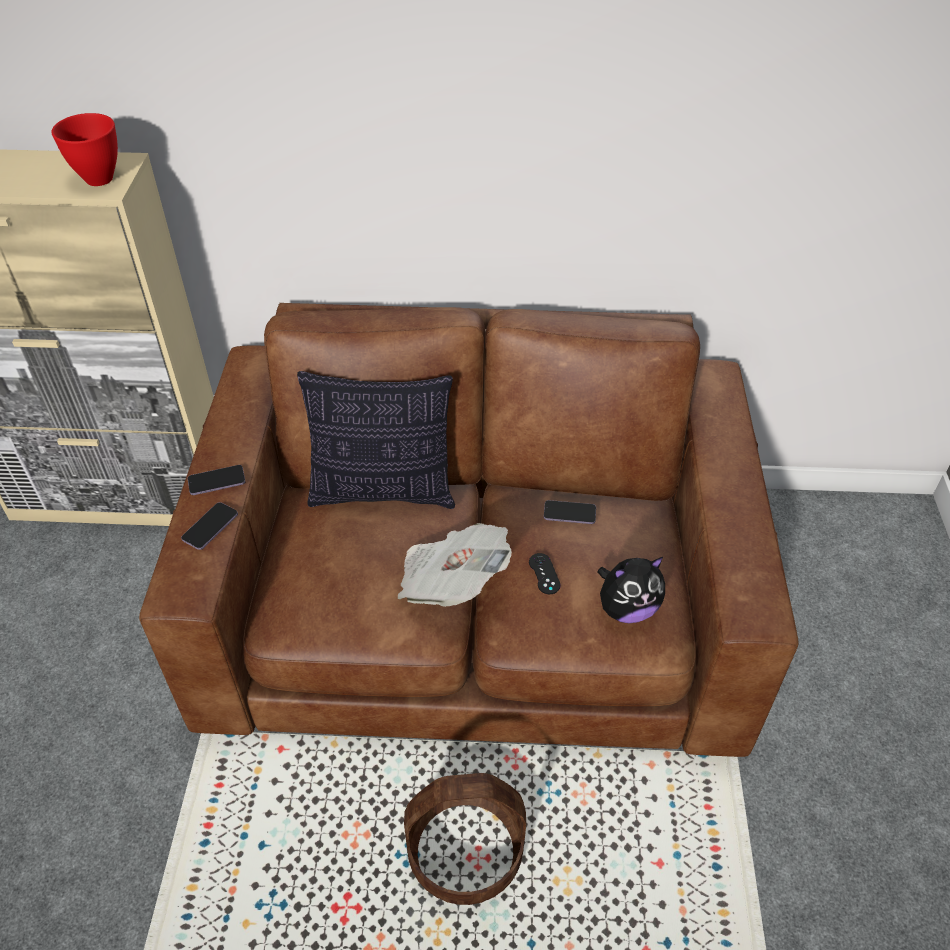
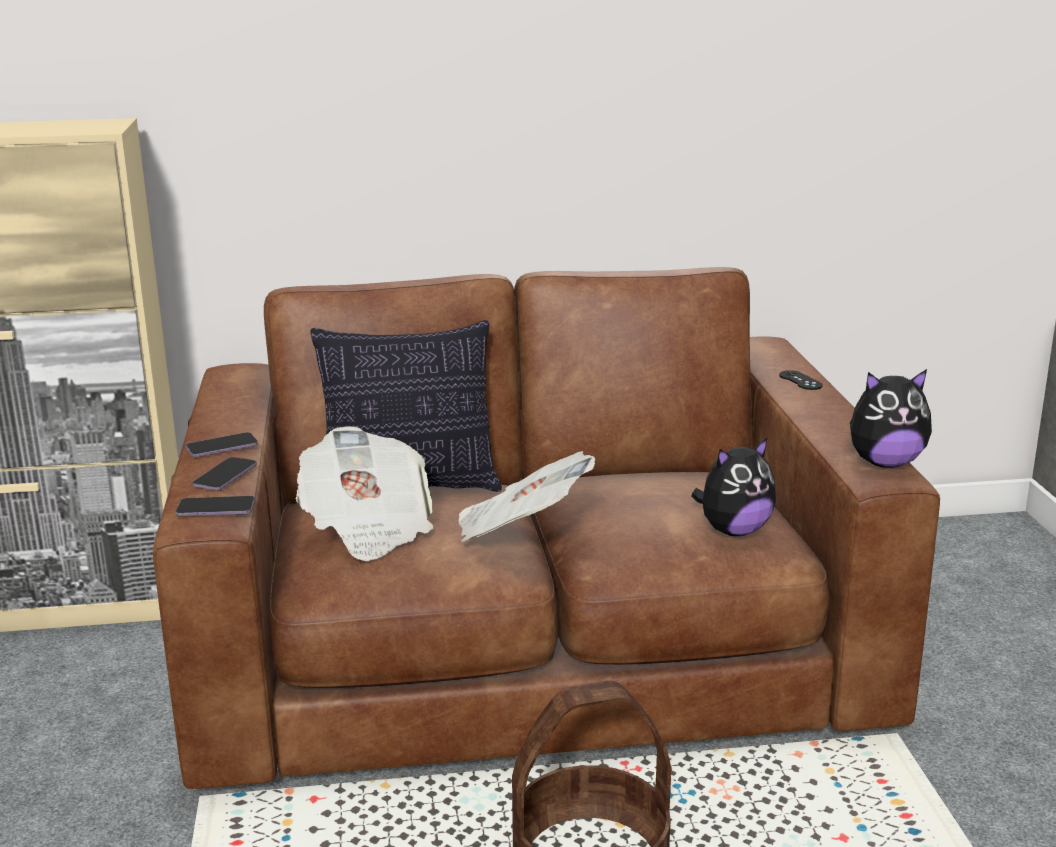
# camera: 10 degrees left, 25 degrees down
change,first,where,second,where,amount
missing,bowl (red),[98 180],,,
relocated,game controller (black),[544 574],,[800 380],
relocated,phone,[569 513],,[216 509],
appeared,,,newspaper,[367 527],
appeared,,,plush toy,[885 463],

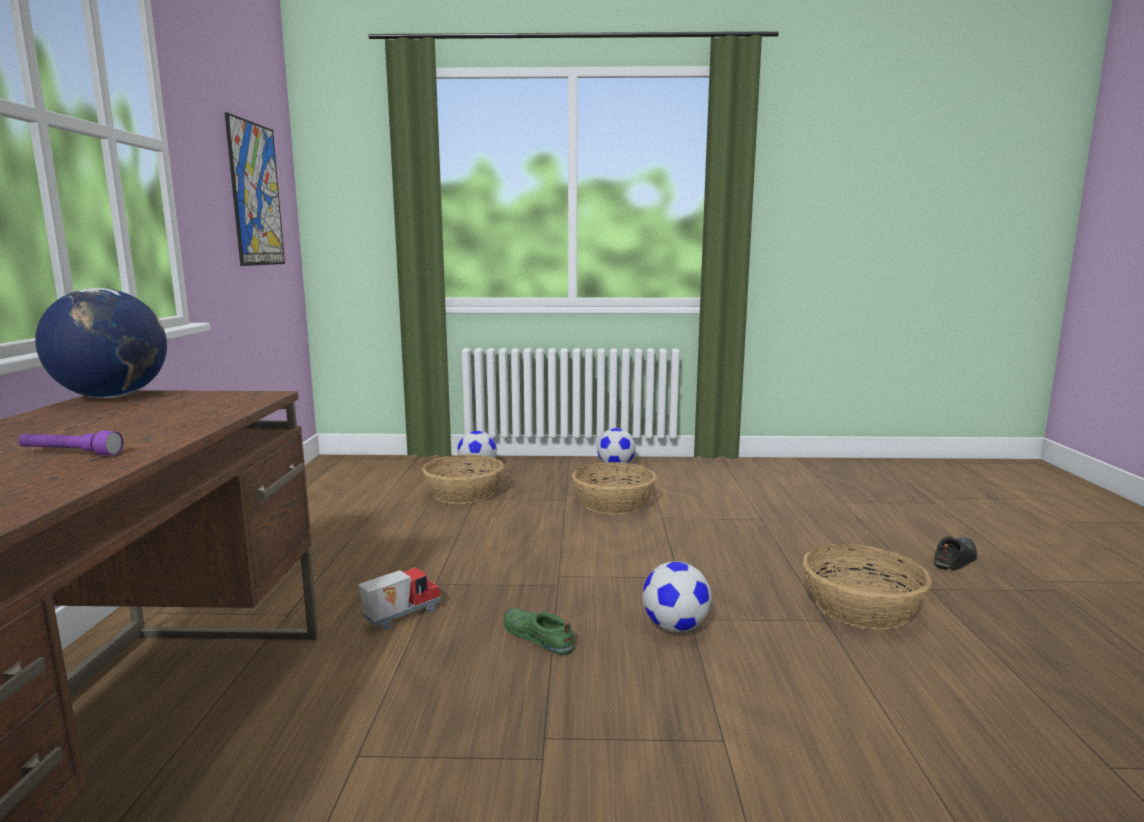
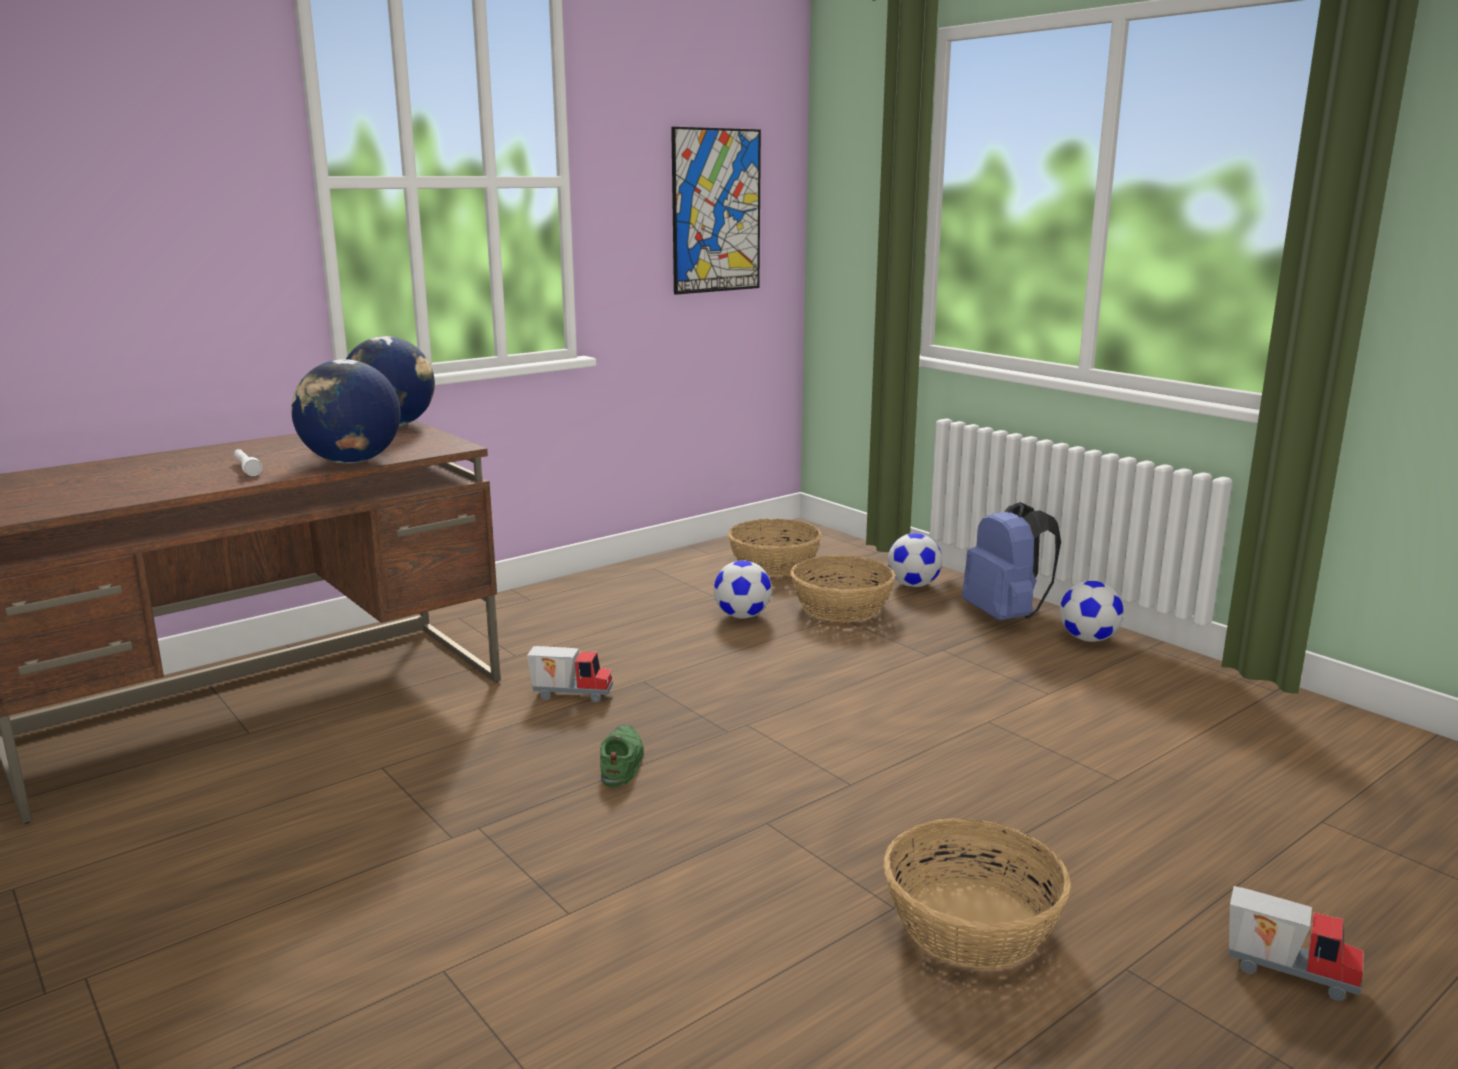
# camera: 50 degrees right, 5 degrees up
change,first,where,second,where,amount
colour,flashlight (purple),[70 453],flashlight (white),[246 468],
relocated,basket,[613 503],,[774 564],
relocated,football,[676 627],,[742 616],
exchanged,shoe (black),[955 558],toy truck,[1288 971],
appeared,,,globe,[351 462],
appeared,,,backpack (blue),[1005 616],

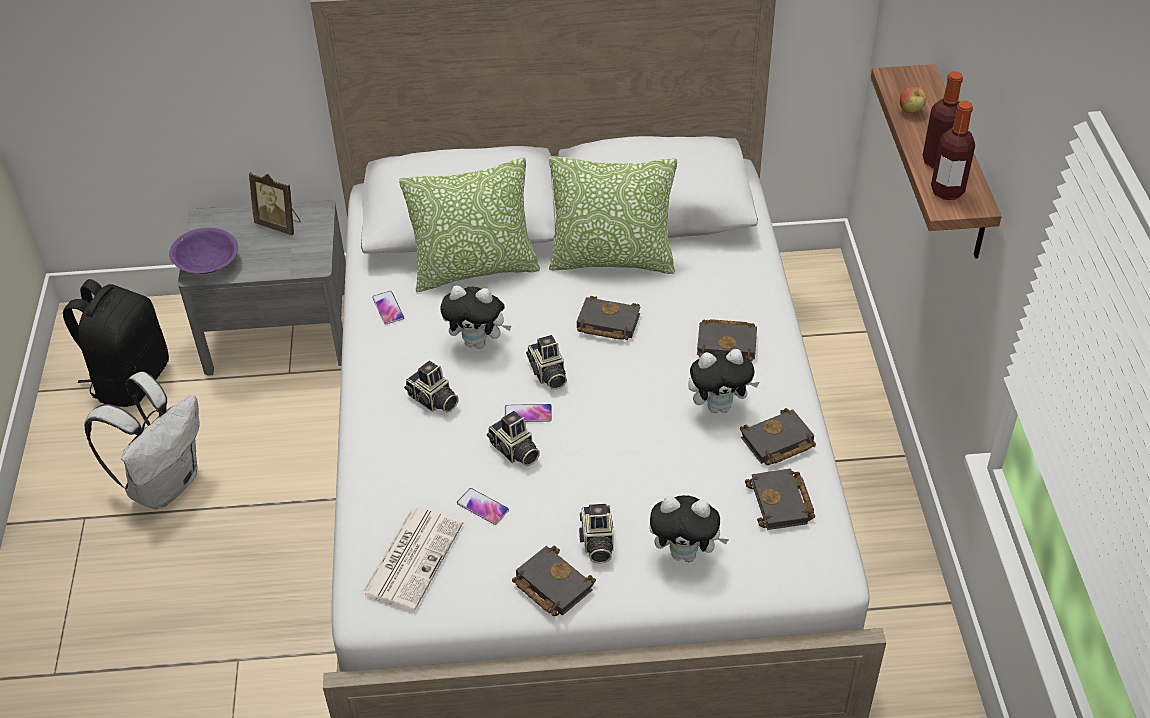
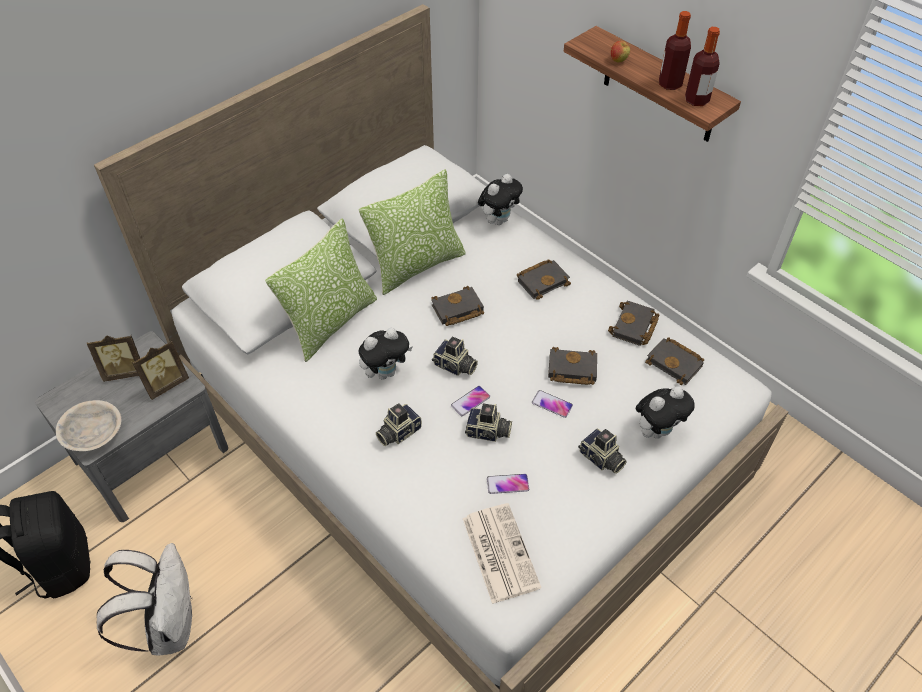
# camera: 40 degrees left, 5 degrees up
change,first,where,second,where,amount
colour,bowl (purple),[207 264],bowl (beige),[94 435],
relocated,phone,[388 308],,[552 404],
spun,photo camera,[433 400],,[397 432],135 degrees clockwise
relocated,book (black),[550 585],,[570 370],
relocated,plush toy,[719 406],,[499 220],
appeared,,,picture frame,[166 384],

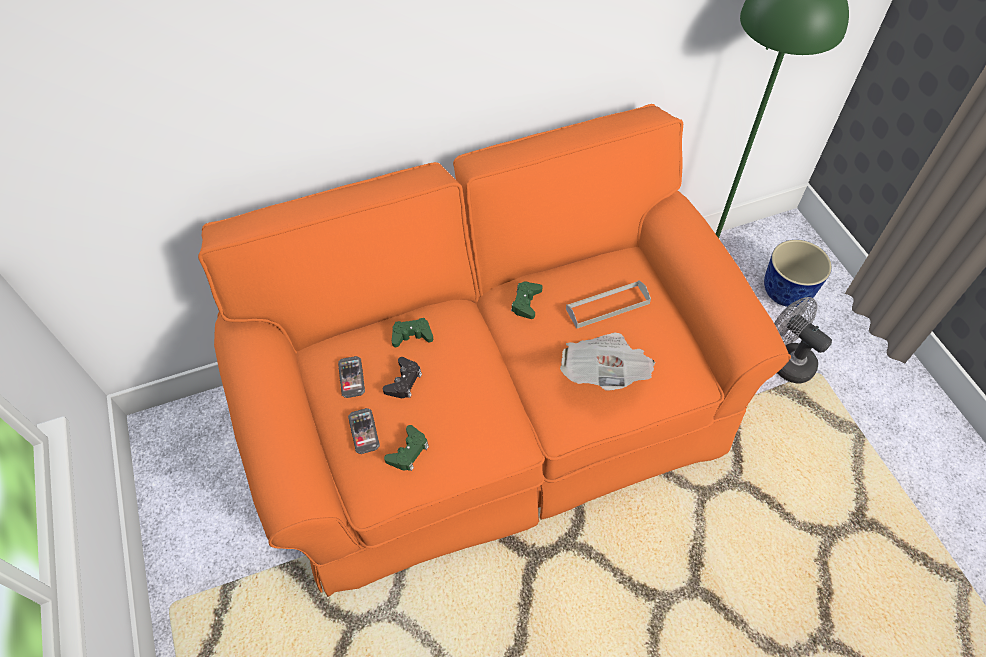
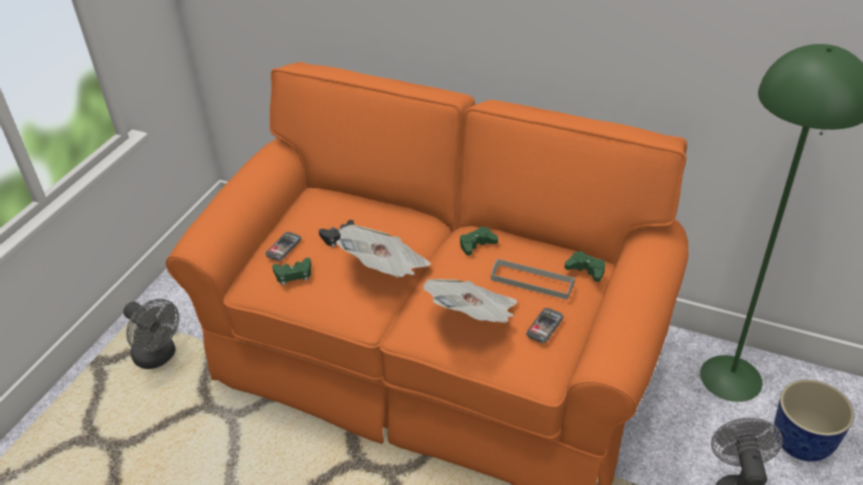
# camera: 45 degrees right, 15 degrees down
change,first,where,second,where,amount
relocated,phone,[351 377],,[544 326],
relocated,game controller (green),[412 335],,[586 270],
appeared,,,fan (grey),[159 357],
appeared,,,newspaper,[385 268],

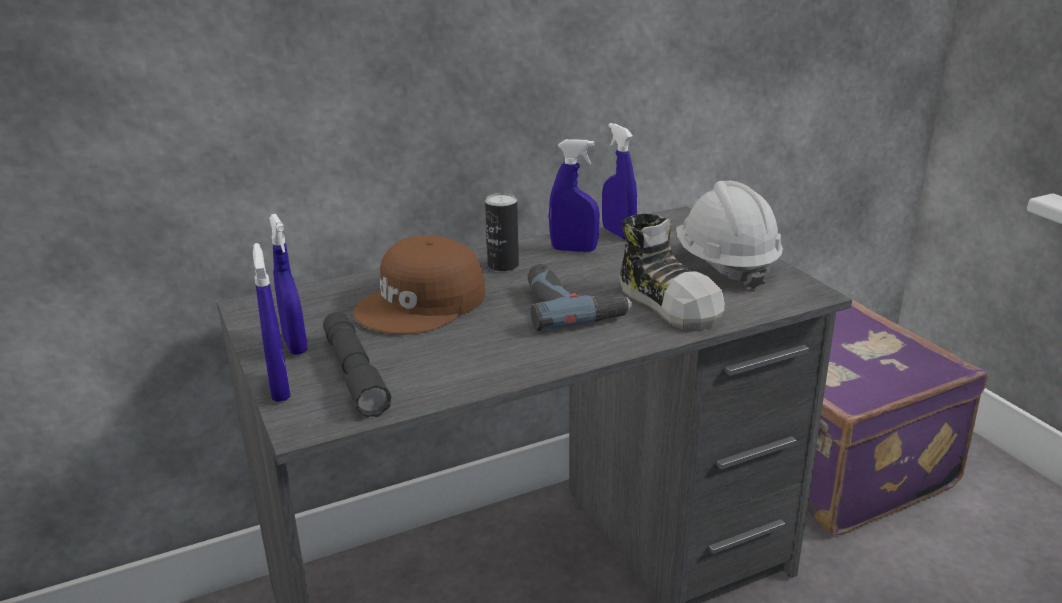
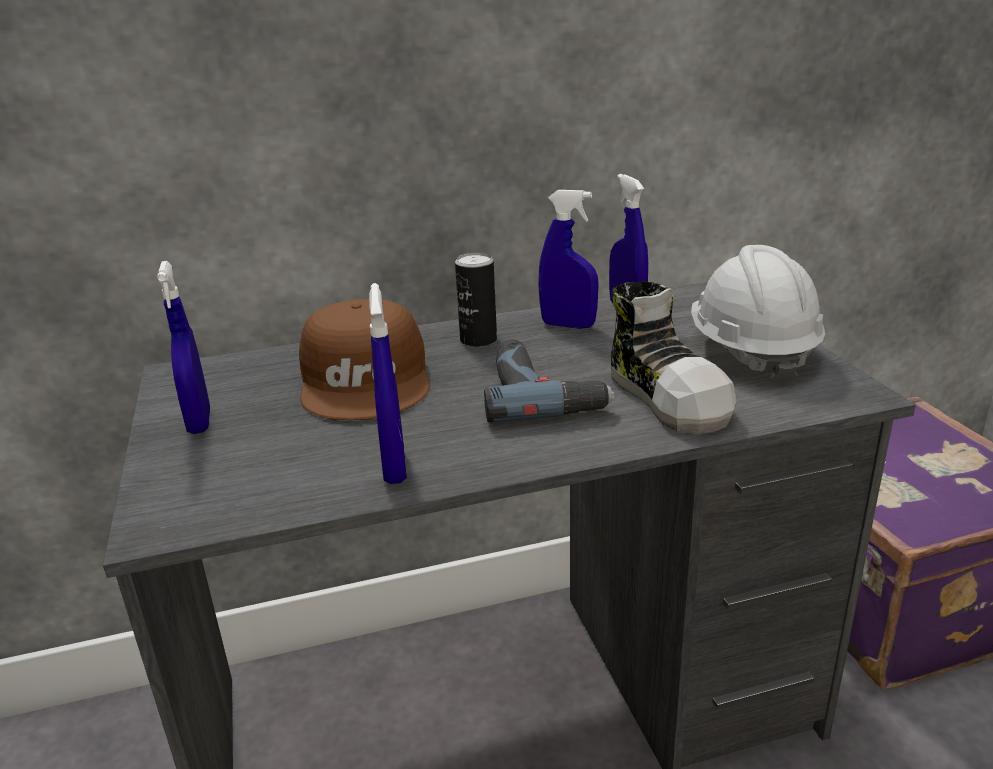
# camera: 10 degrees right, 0 degrees up
change,first,where,second,where,amount
relocated,spray bottle (blue),[280 388],,[394 467],
missing,flashlight (grey),[355 374],,,
spun,cap (brown),[423 303],,[367 380],60 degrees counterclockwise

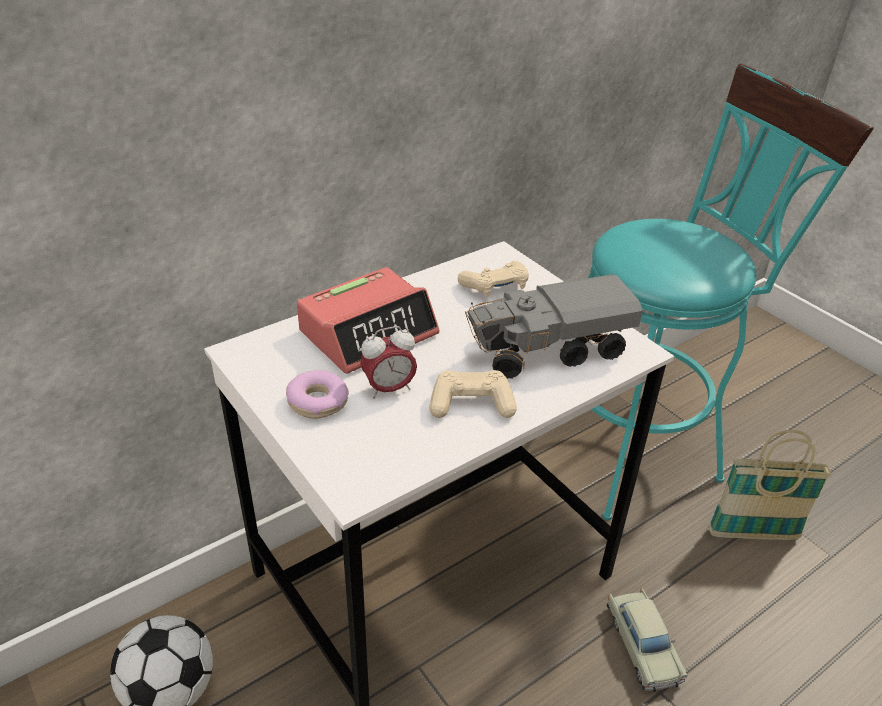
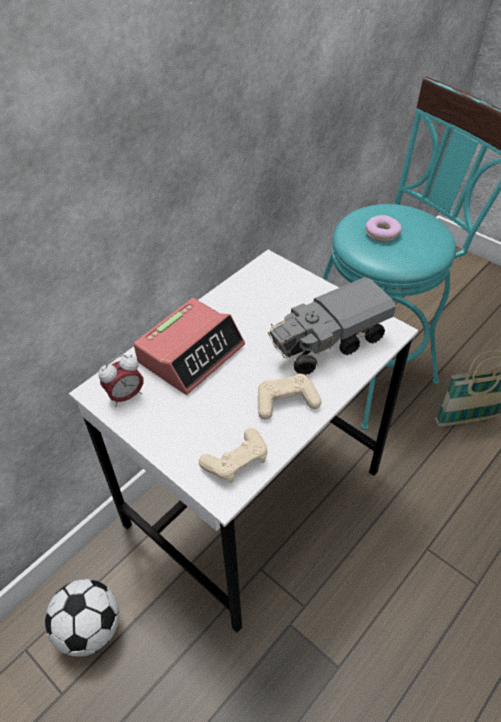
# camera: 10 degrees left, 10 degrees up
change,first,where,second,where,amount
relocated,donut,[318 402],,[382 233],
relocated,alarm clock,[389 389],,[126 396],
relocated,game controller (beige),[495 286],,[236 461],
missing,toy car (beige),[642 645],,,

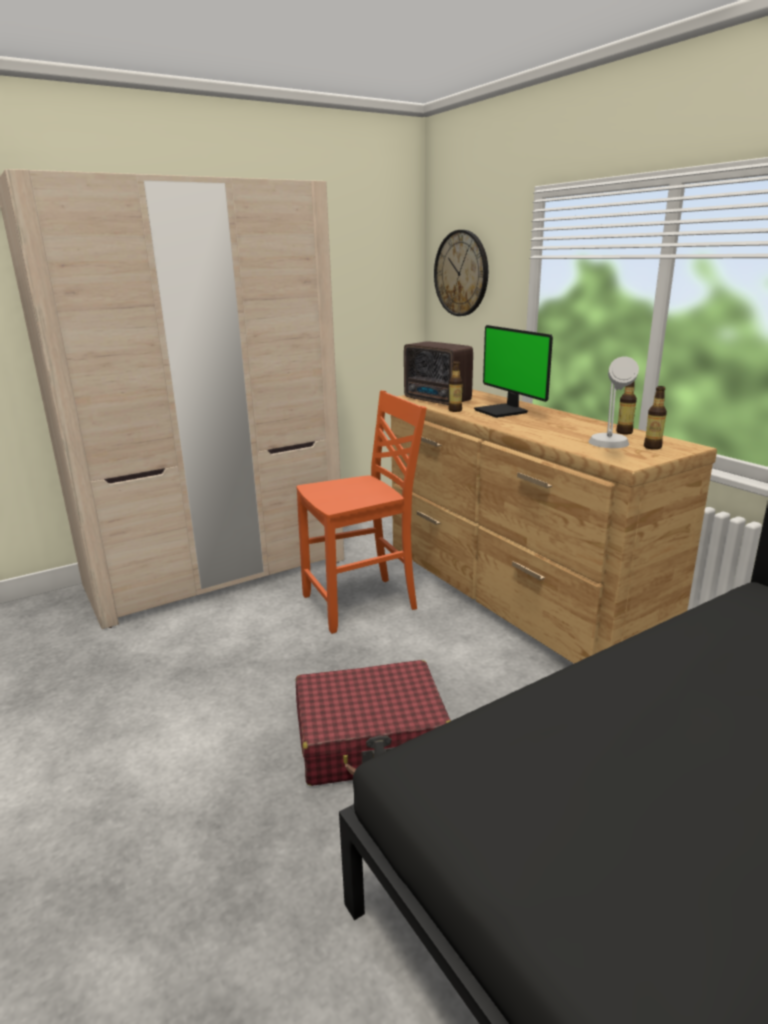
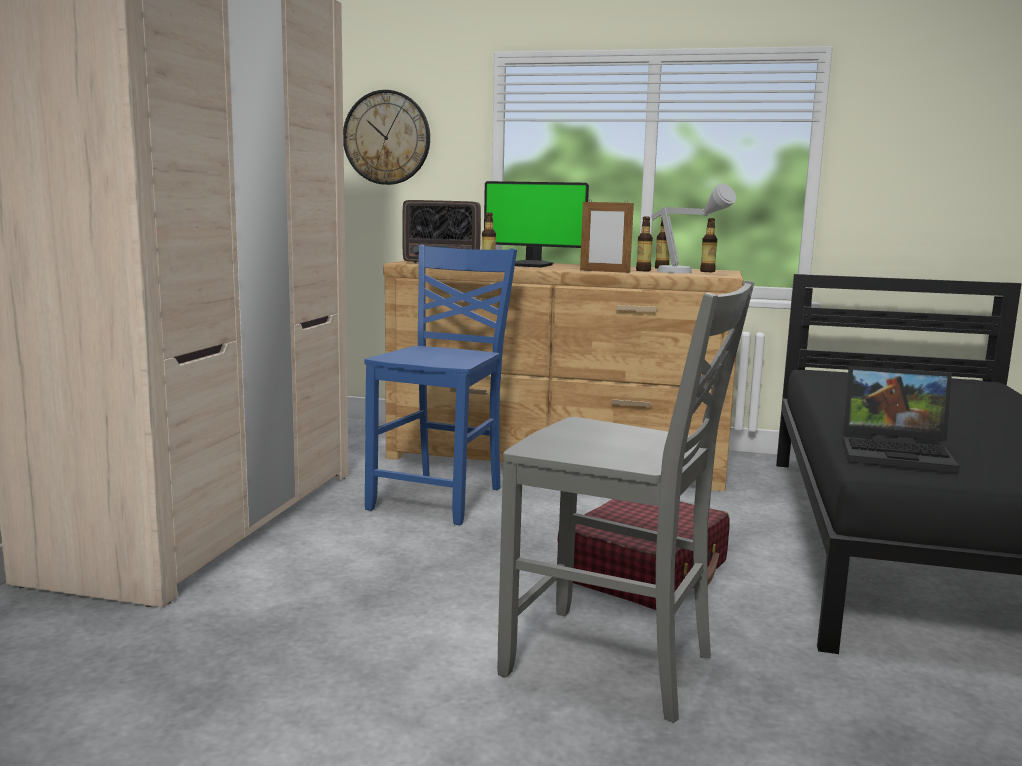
# camera: 45 degrees left, 10 degrees down
change,first,where,second,where,amount
colour,chair (orange),[362 603],chair (blue),[440 499],
appeared,,,chair (grey),[612 665],
appeared,,,picture frame,[604 271],
appeared,,,bottle,[643 270],
appeared,,,laptop,[898 454],

